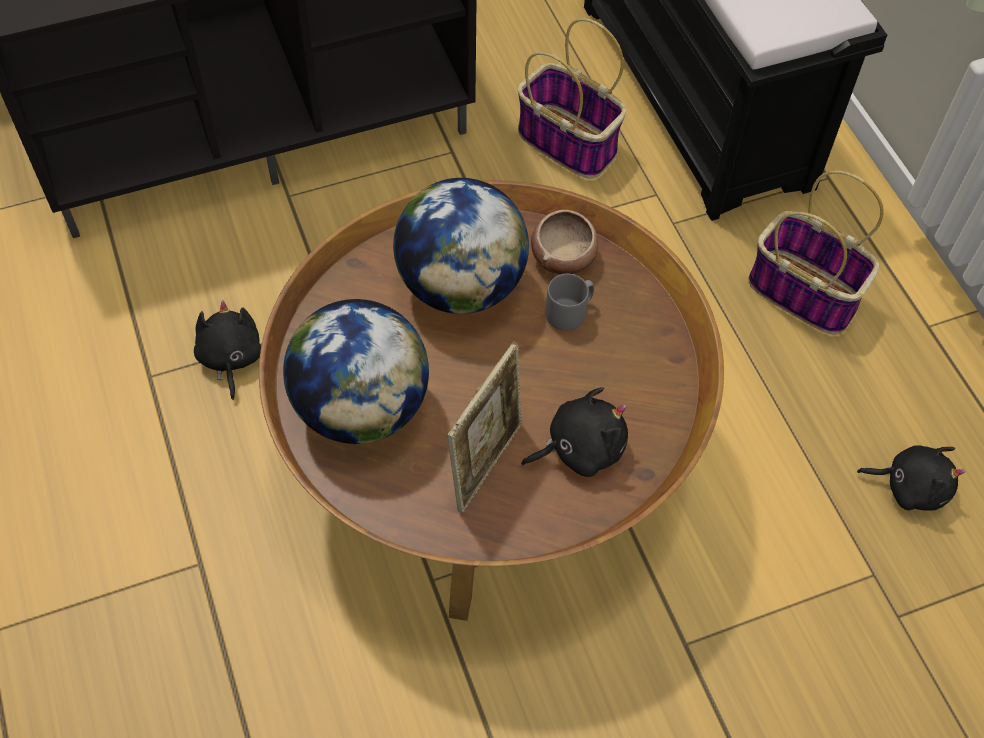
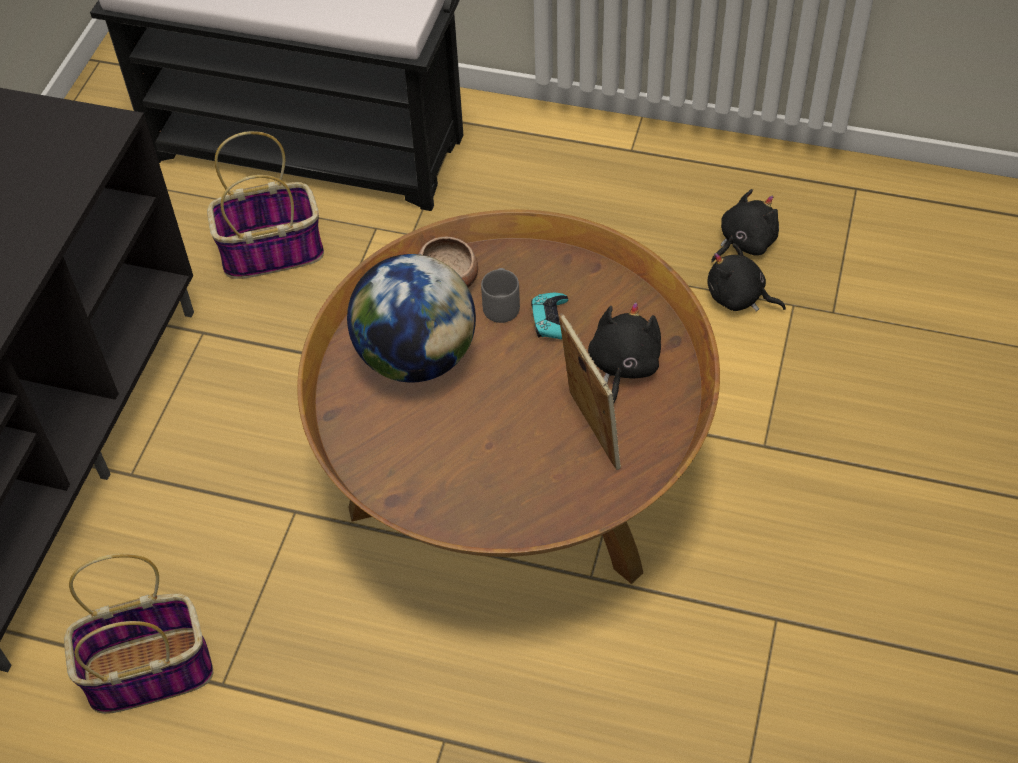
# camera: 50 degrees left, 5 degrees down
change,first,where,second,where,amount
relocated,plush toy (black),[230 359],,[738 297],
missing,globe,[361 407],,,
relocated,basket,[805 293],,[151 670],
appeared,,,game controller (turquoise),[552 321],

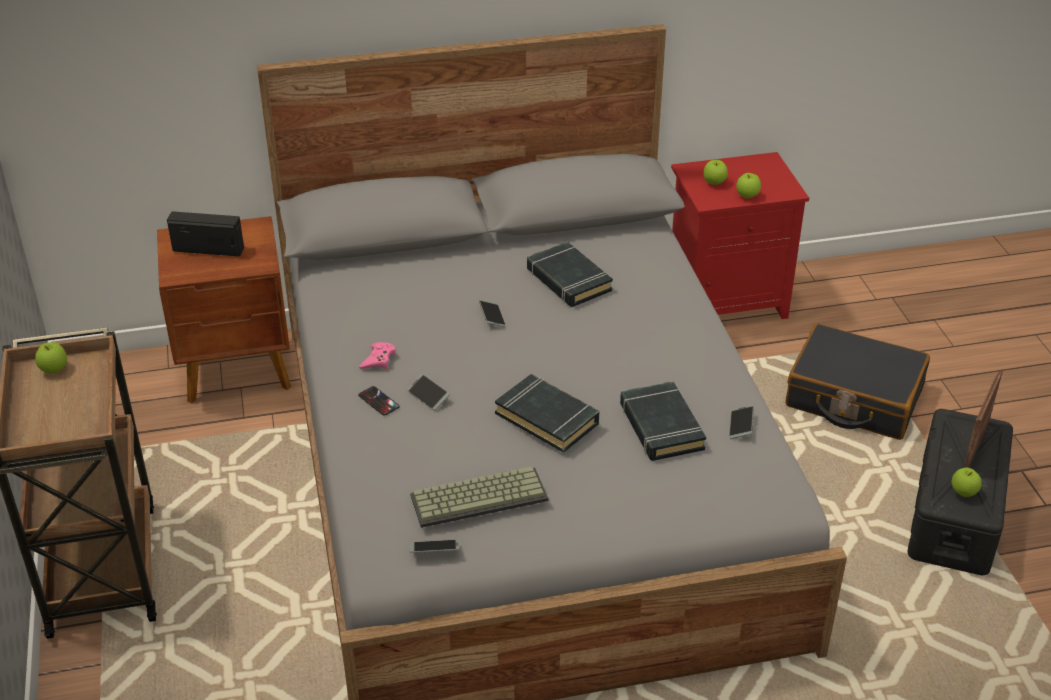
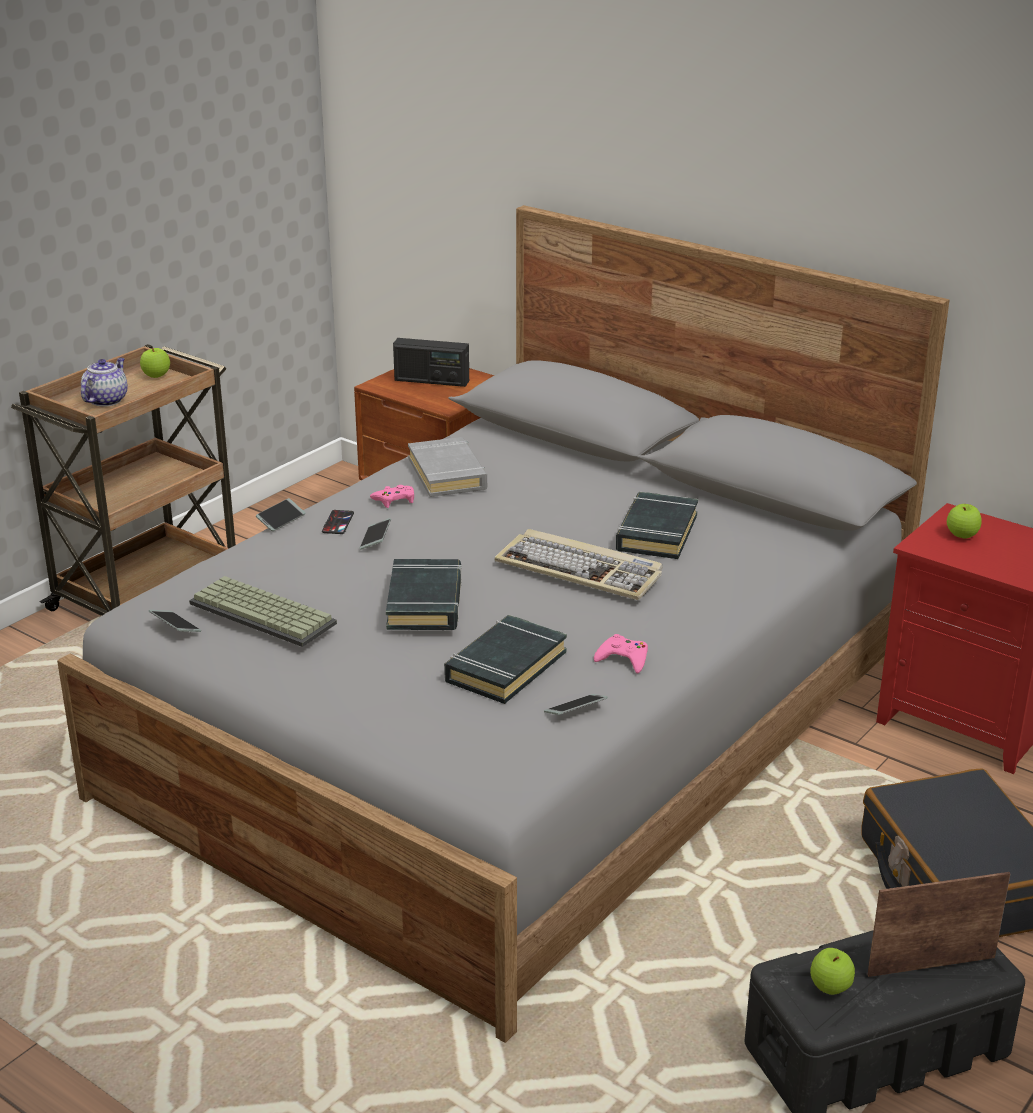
# camera: 50 degrees right, 10 degrees down
change,first,where,second,where,amount
spun,radio,[208 249],,[431 381],135 degrees clockwise
relocated,phone,[492 316],,[281 519],
missing,apple,[747 196],,,
appeared,,,teapot,[106 400],
appeared,,,book (grey),[447 474],
appeared,,,keyboard,[581 570],
appeared,,,game controller (pink),[623 659],

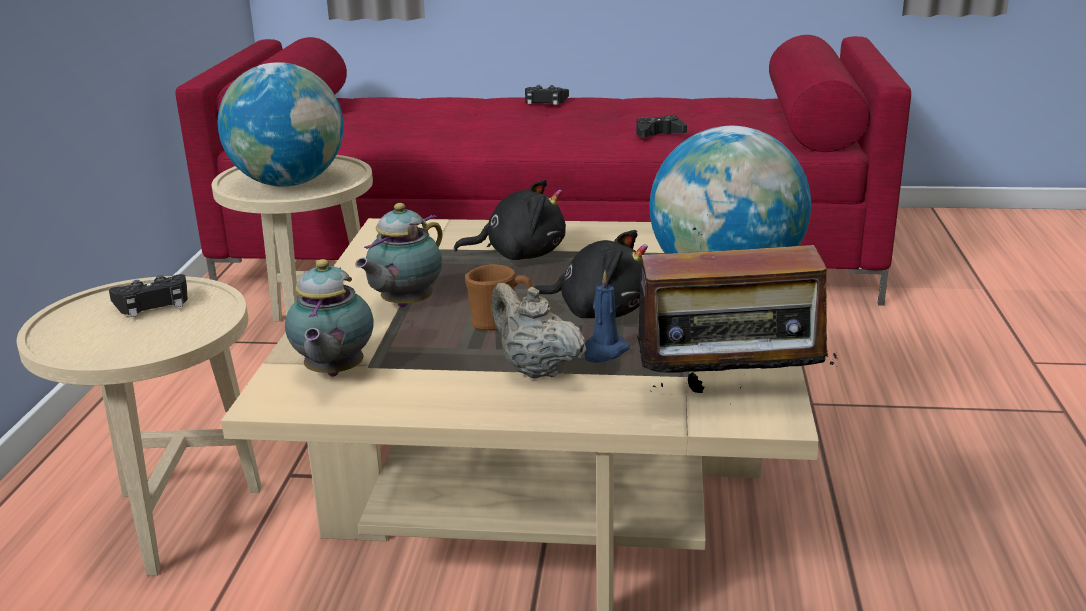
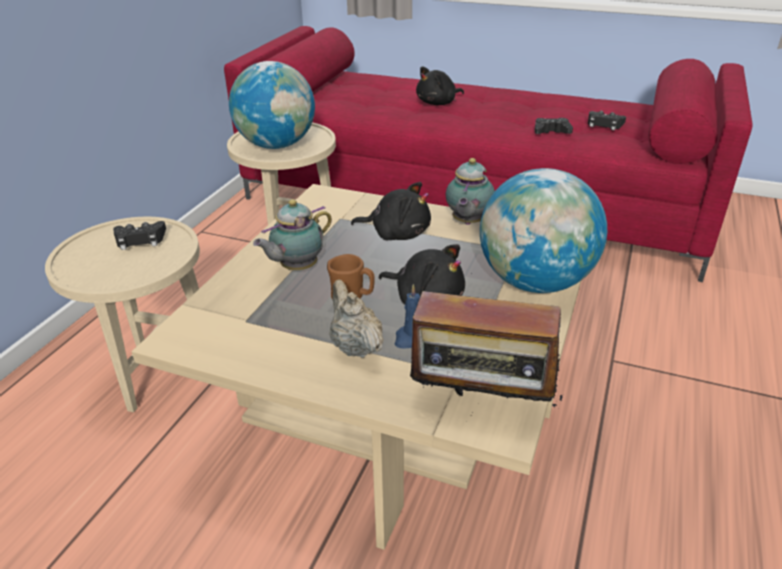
# camera: 15 degrees right, 10 degrees up
change,first,where,second,where,amount
relocated,teapot,[333 373],,[467 222],
relocated,game controller (black),[545 101],,[604 124],
appeared,,,plush toy (black),[438 103],

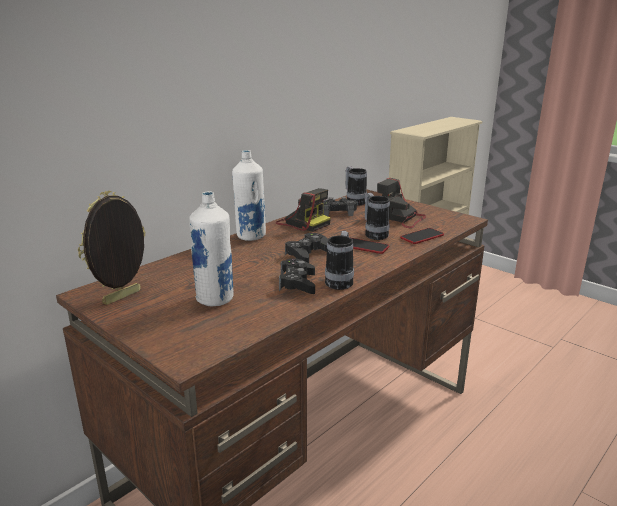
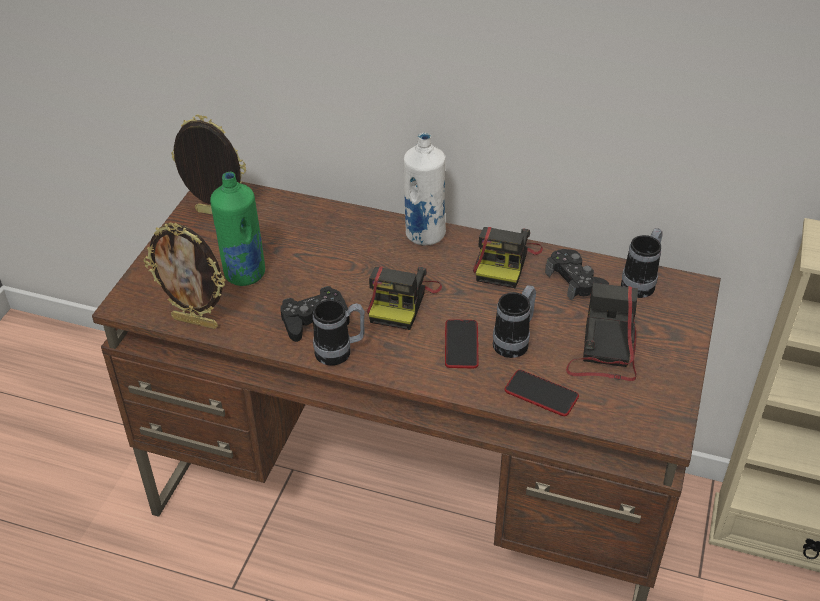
# camera: 65 degrees right, 20 degrees up
change,first,where,second,where,amount
colour,bottle (white),[215 299],bottle (green),[244 274],
exchanged,game controller (black),[308 254],photo camera,[401 301],
appeared,,,picture frame,[196 322],

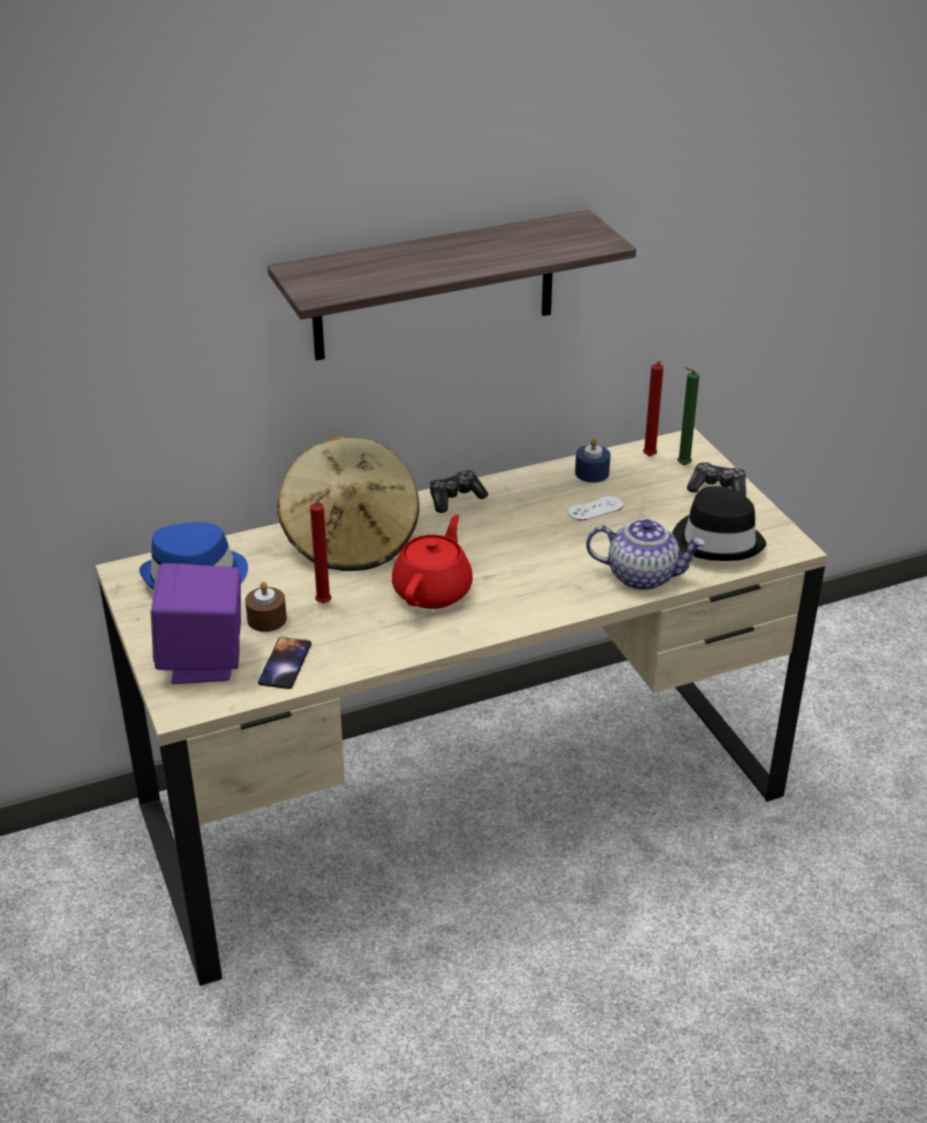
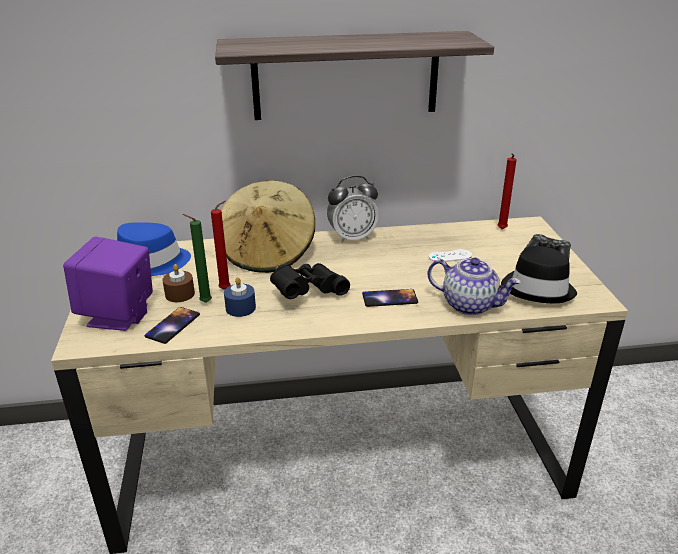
# camera: 15 degrees right, 5 degrees down
change,first,where,second,where,amount
exchanged,teapot (red),[433 590],binoculars (black),[307 292],
exchanged,game controller,[455 498],alarm clock,[352 238],
relocated,candle (blue),[592 473],,[240 308],
relocated,candle (green),[681 466],,[203 303],
appeared,,,phone,[389 298],

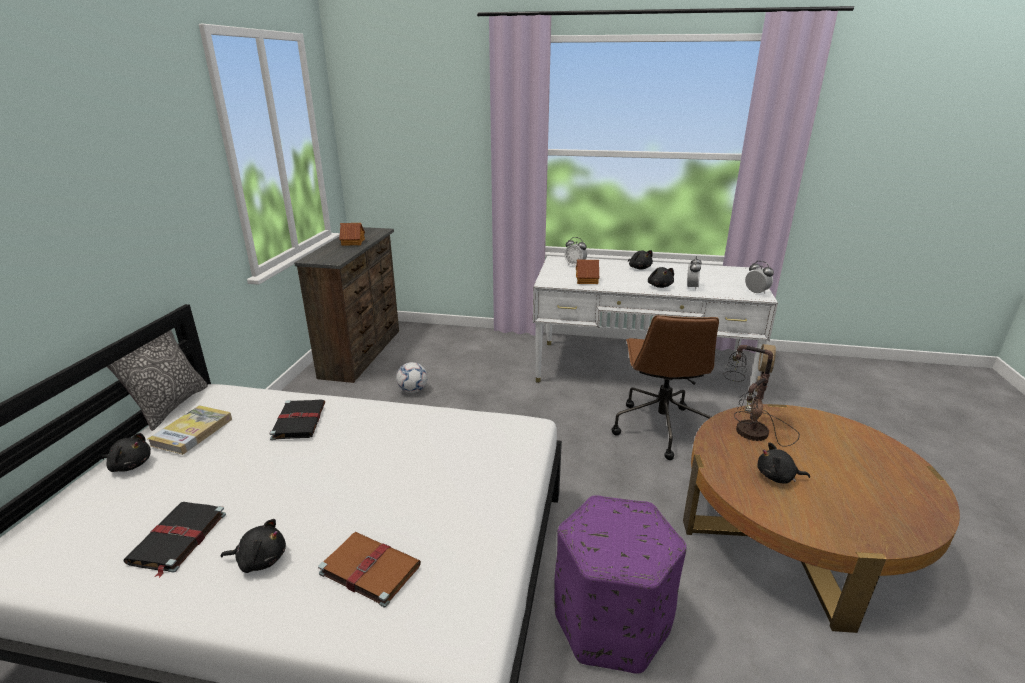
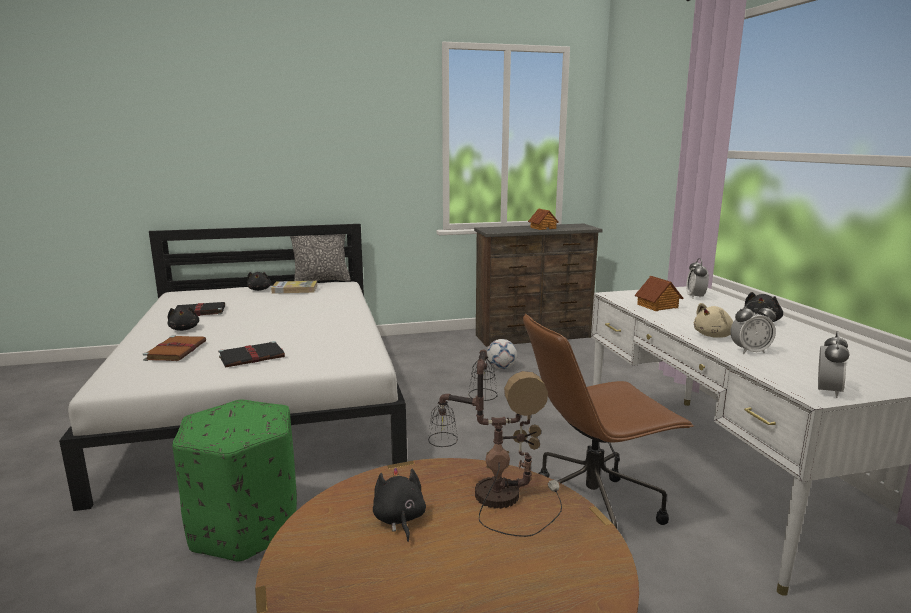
# camera: 65 degrees right, 10 degrees down
change,first,where,second,where,amount
relocated,book (black),[299 420],,[253 357],
colour,ottoman (purple),[611 622],ottoman (green),[246 526],
colour,plush toy (black),[659 286],plush toy (beige),[714 336],

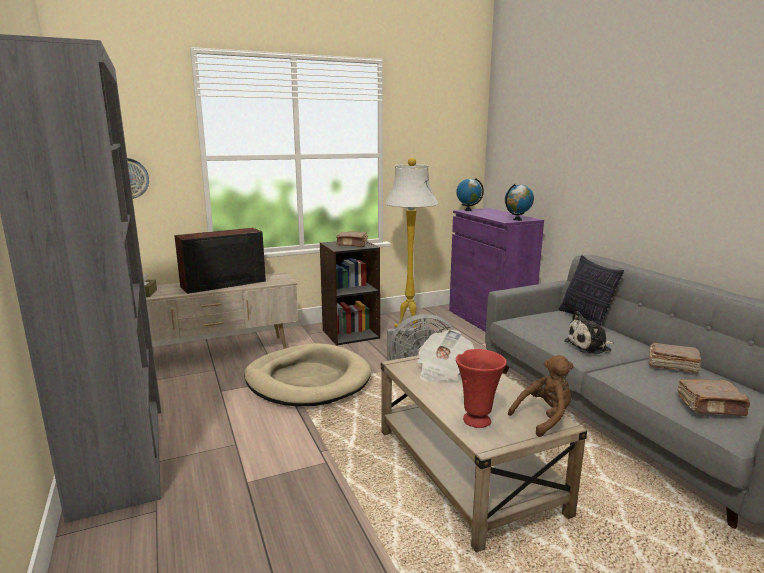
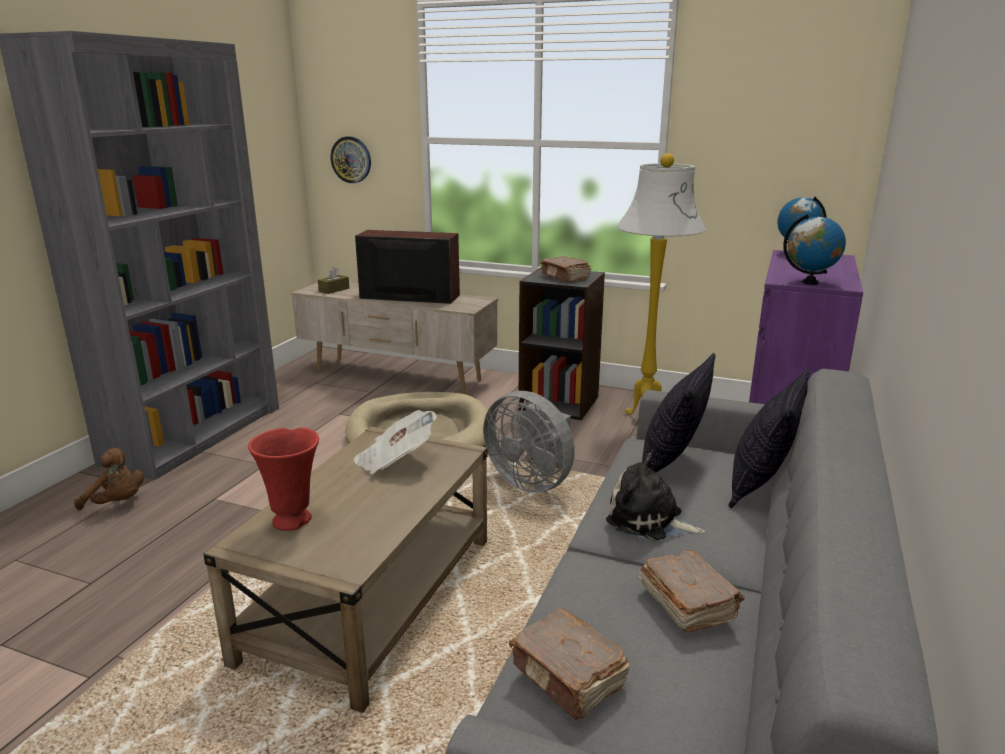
# camera: 45 degrees right, 5 degrees up
change,first,where,second,where,amount
relocated,plush toy (brown),[544 418],,[117 503],
appeared,,,pillow,[671 465],

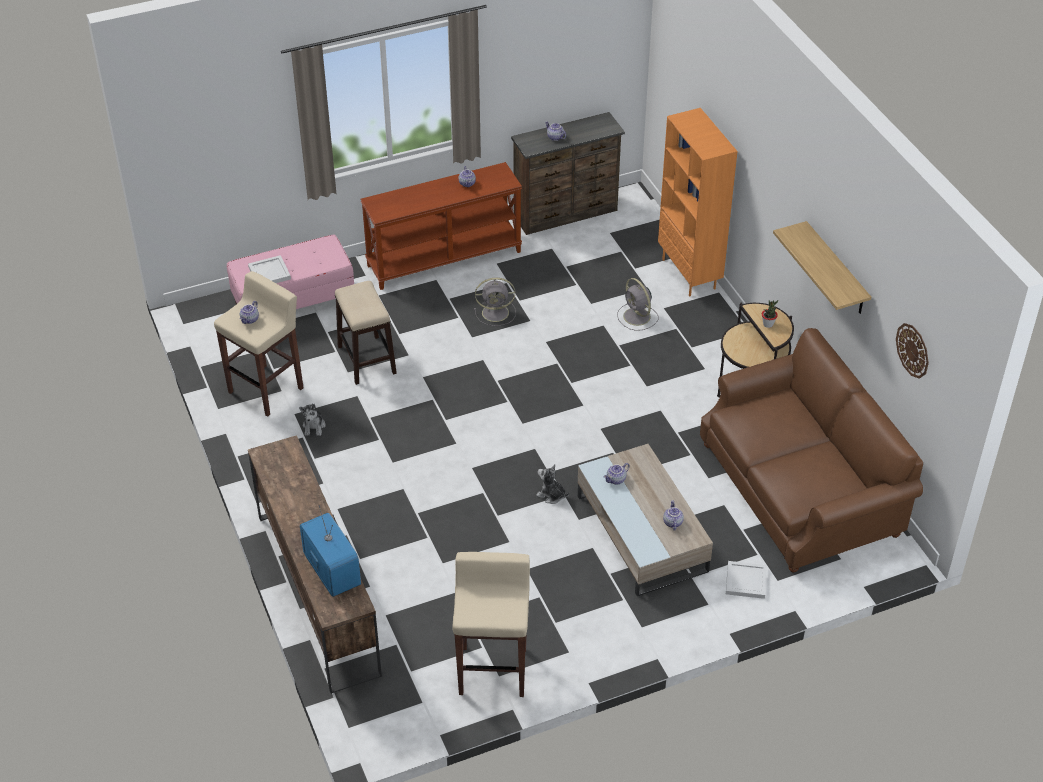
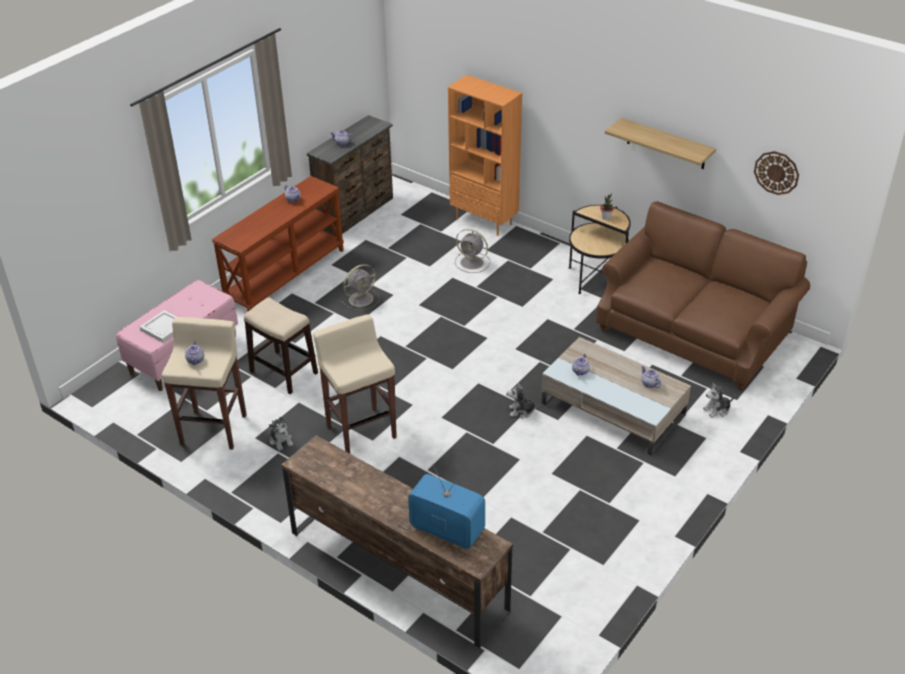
# camera: 30 degrees left, 5 degrees down
change,first,where,second,where,amount
relocated,stool (beige),[493 670],,[361 431],
exchanged,tray (white),[746 582],plush toy,[717 410],

